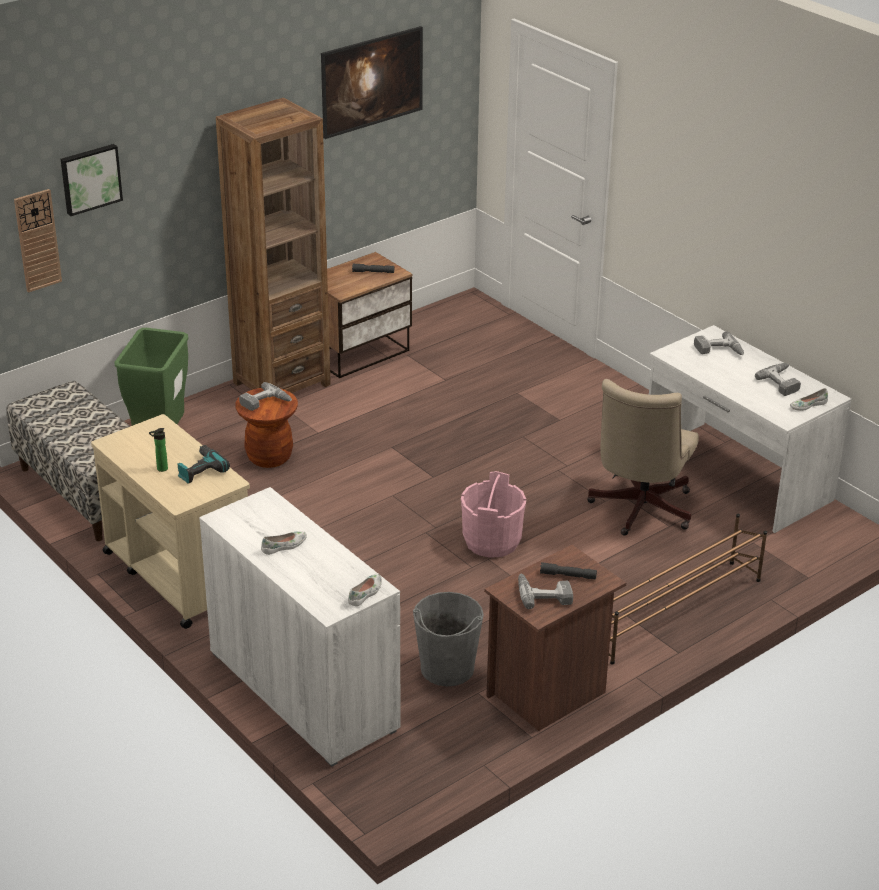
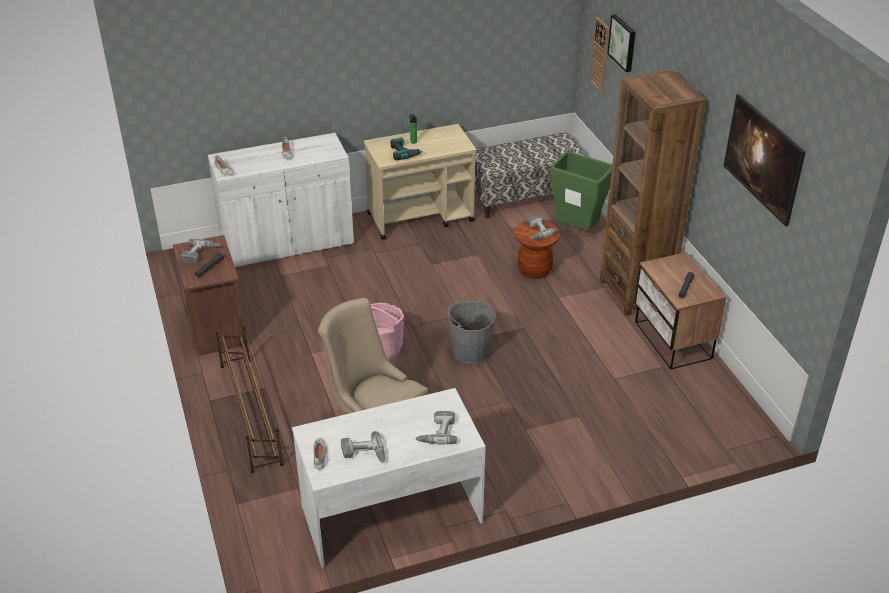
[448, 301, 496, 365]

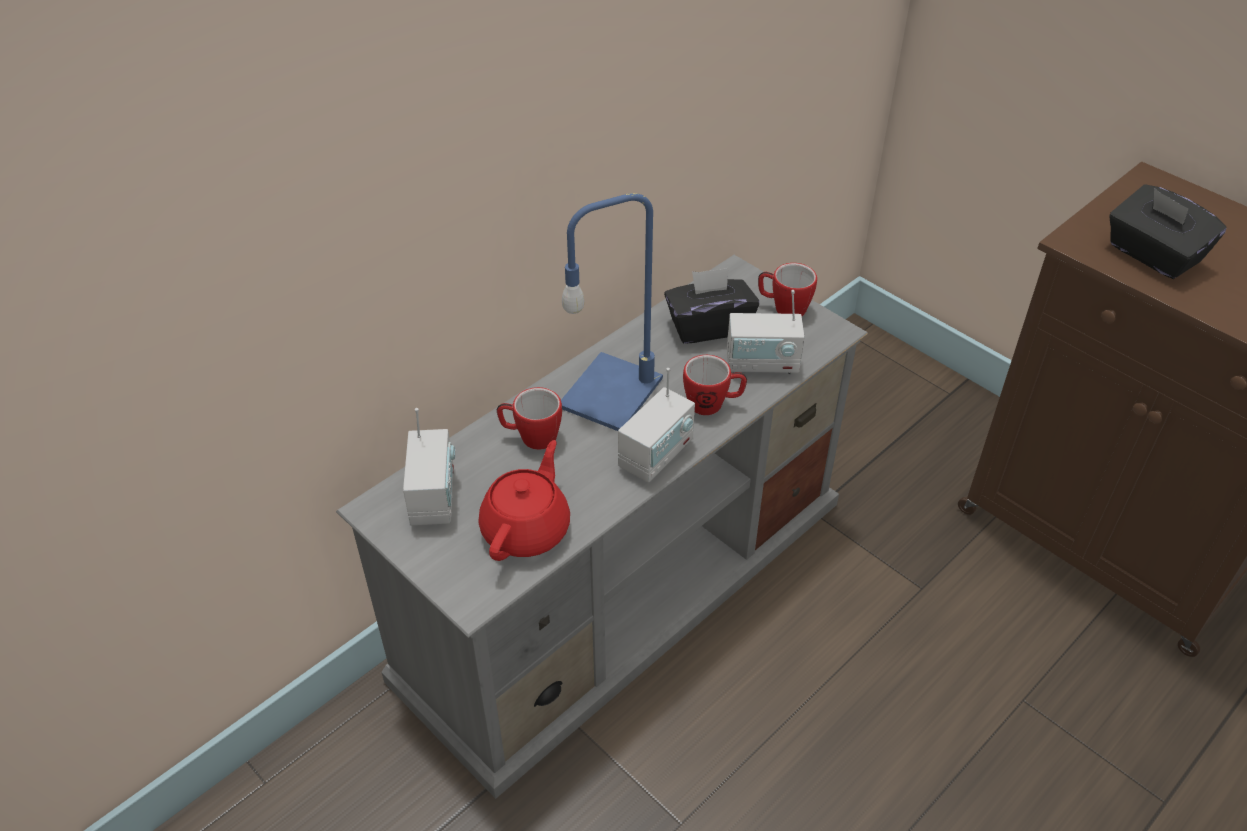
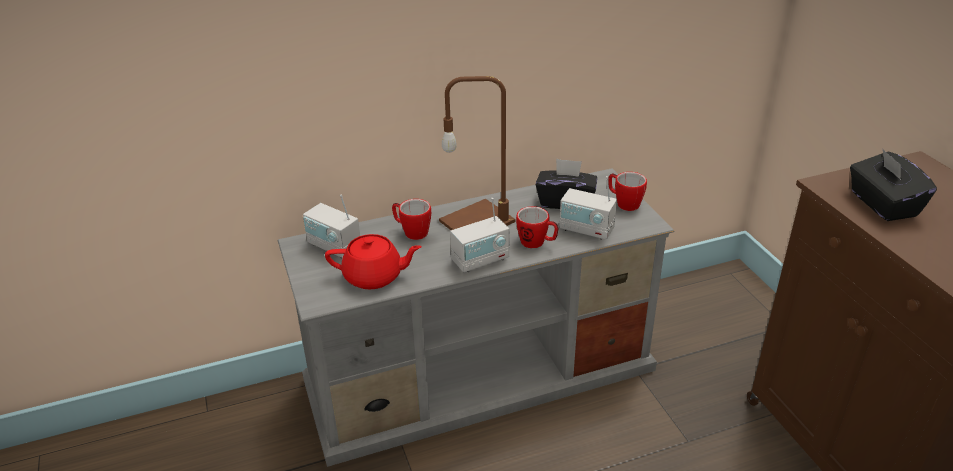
[303, 194, 360, 259]
[325, 234, 422, 289]
[439, 76, 515, 230]

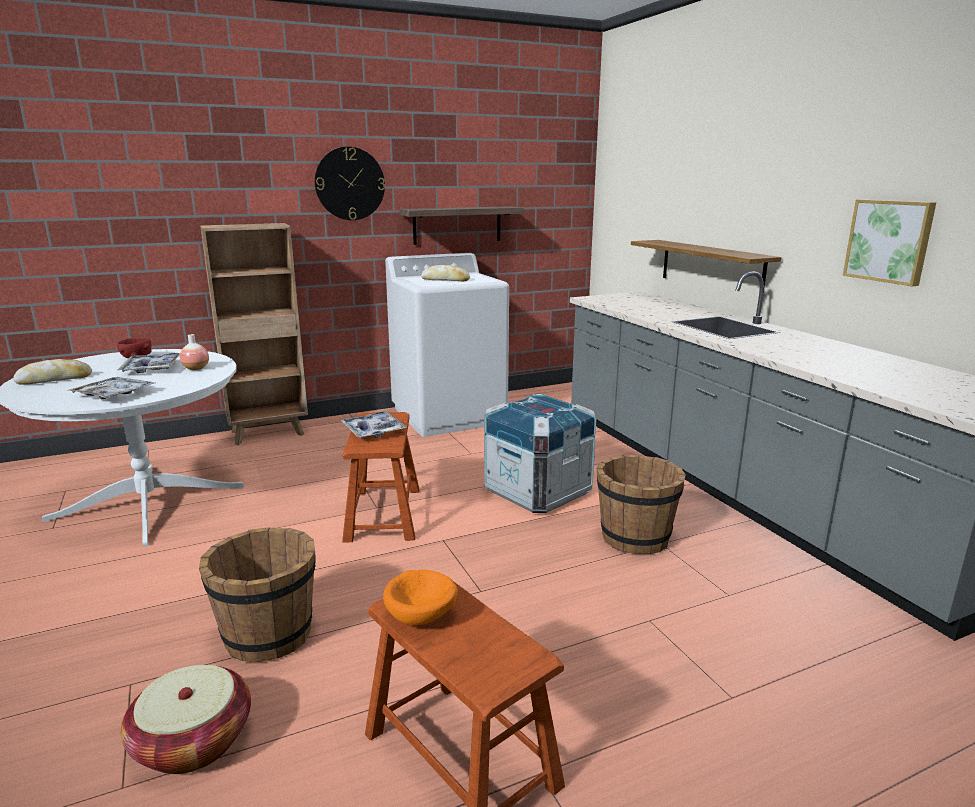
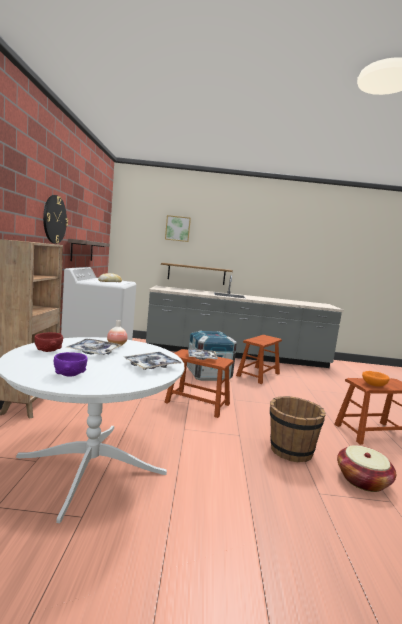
[54, 352, 88, 377]
[236, 335, 282, 384]
[165, 215, 191, 242]

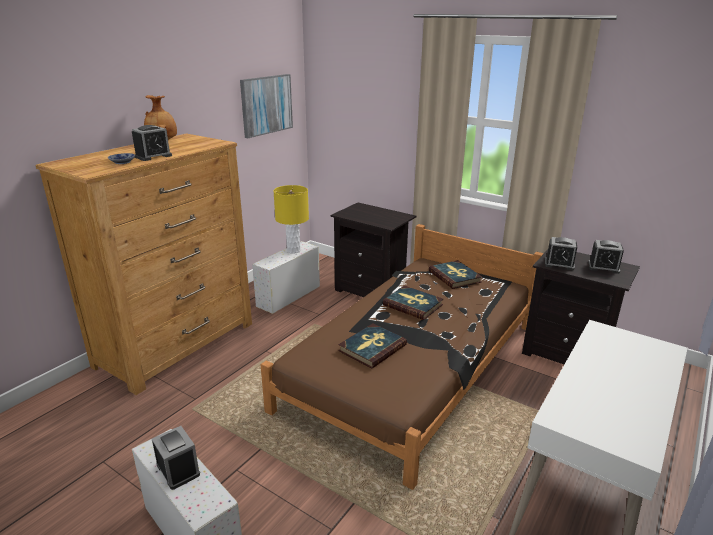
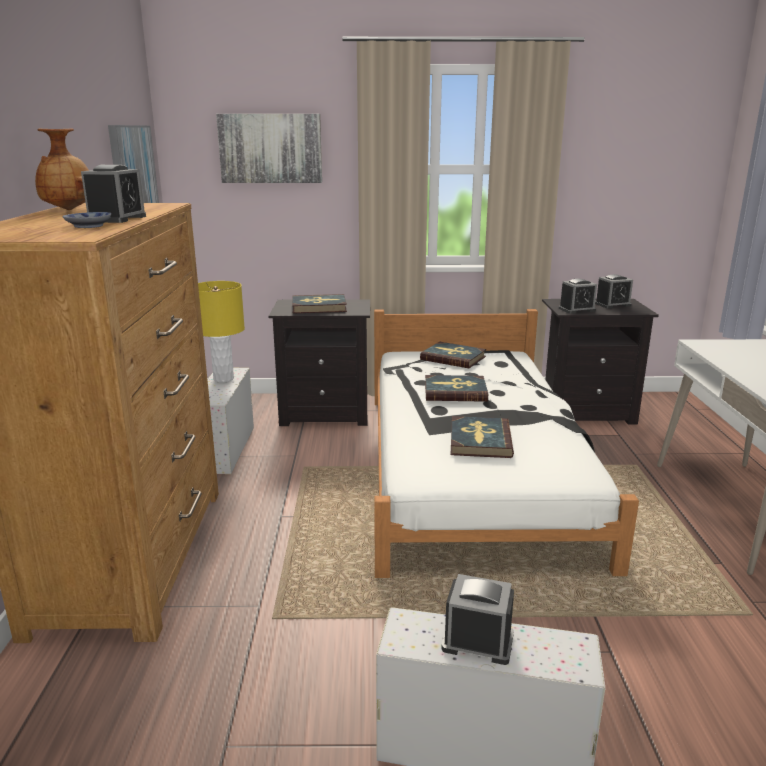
[374, 309, 639, 578]
[216, 114, 322, 183]
[292, 294, 347, 314]

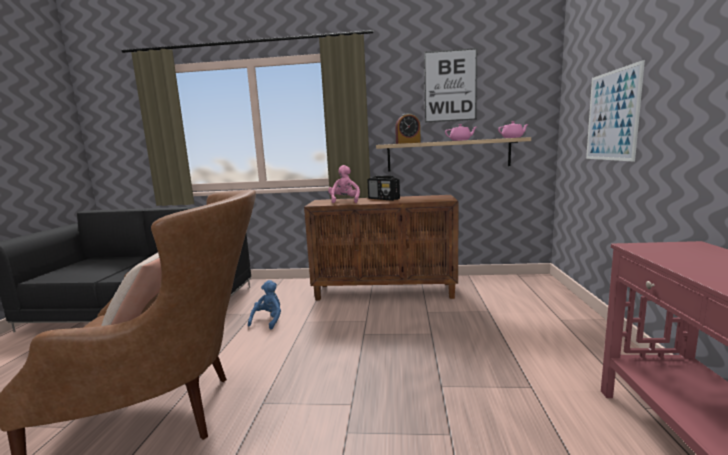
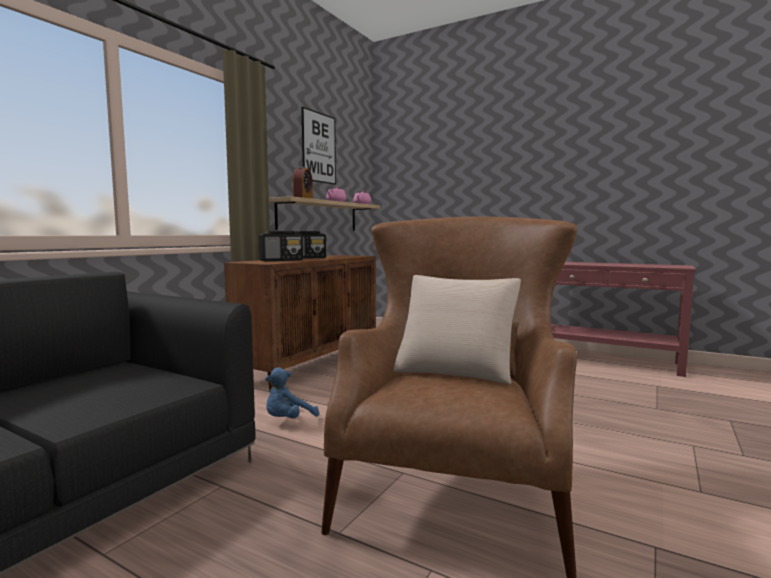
[265, 368, 319, 418]
[258, 231, 303, 261]
[586, 60, 645, 161] (first image)

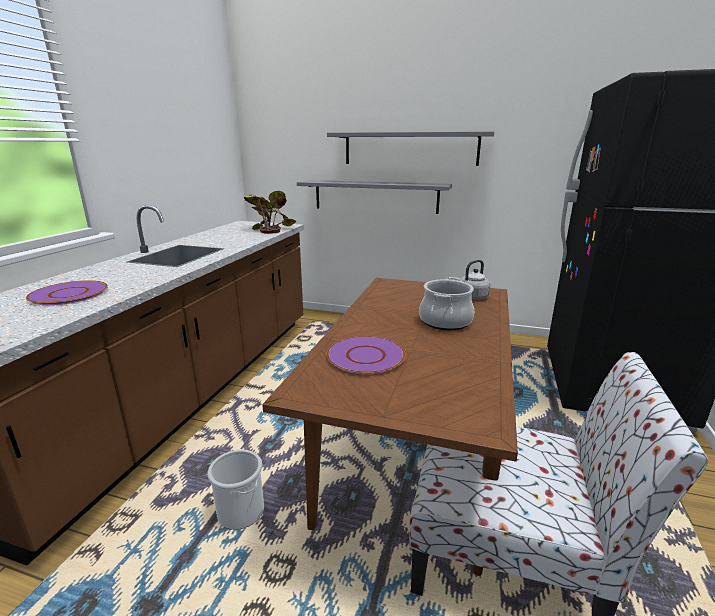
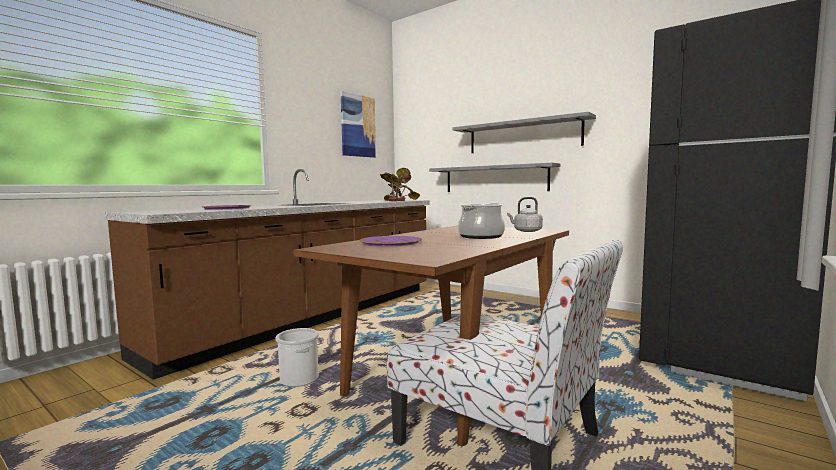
[340, 91, 376, 158]

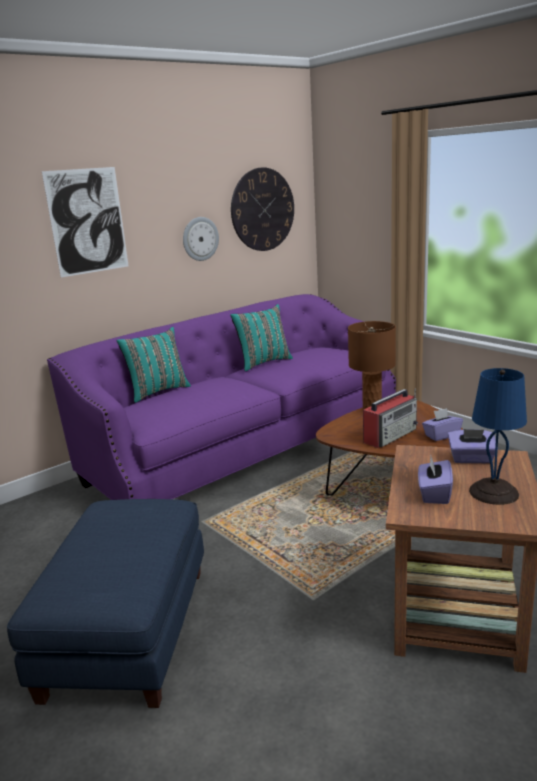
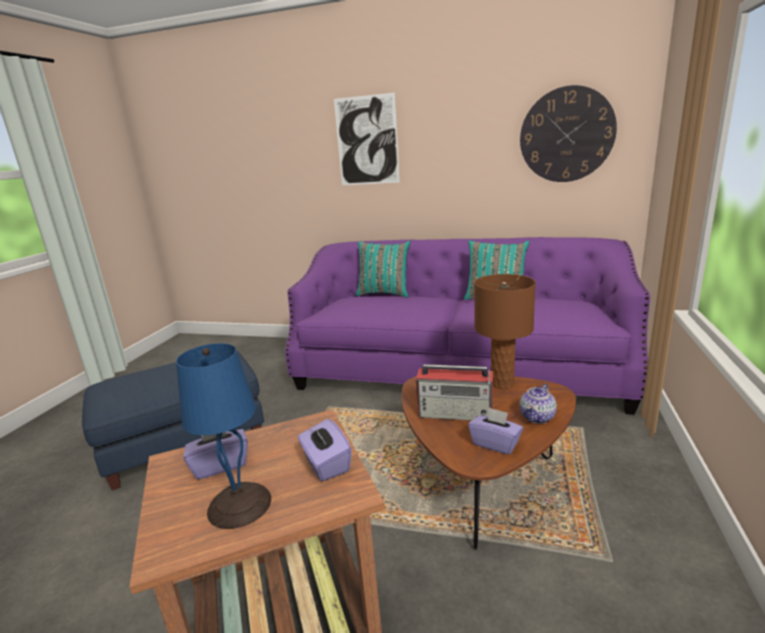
[183, 217, 219, 261] (first image)
[520, 384, 557, 424]

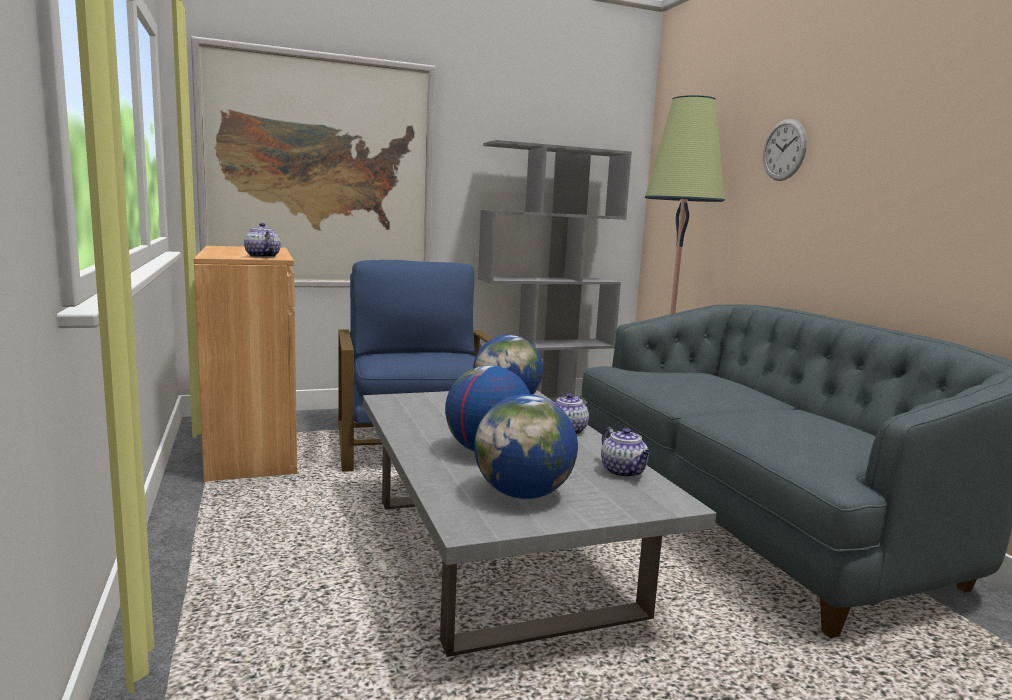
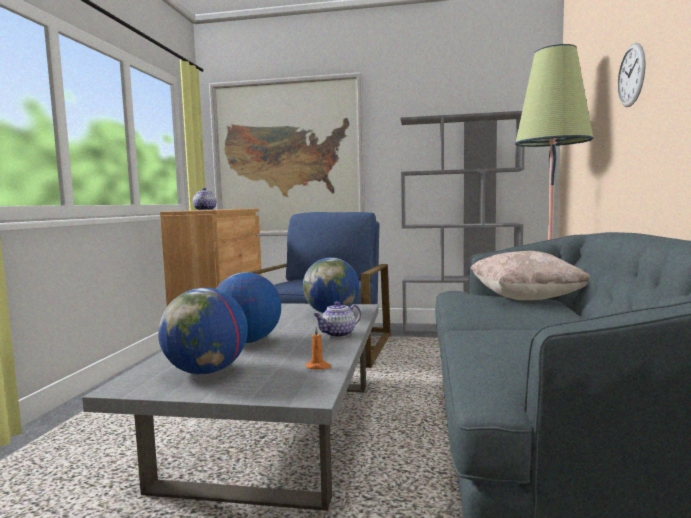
[306, 326, 331, 369]
[470, 251, 590, 300]

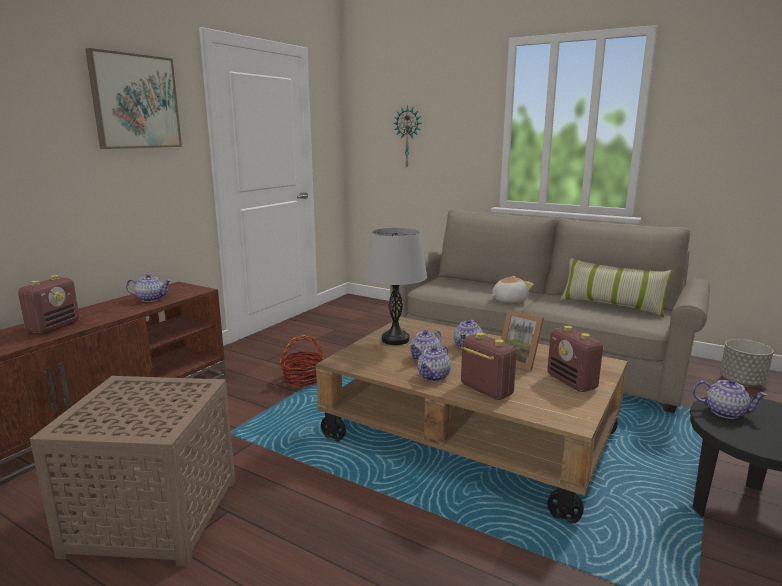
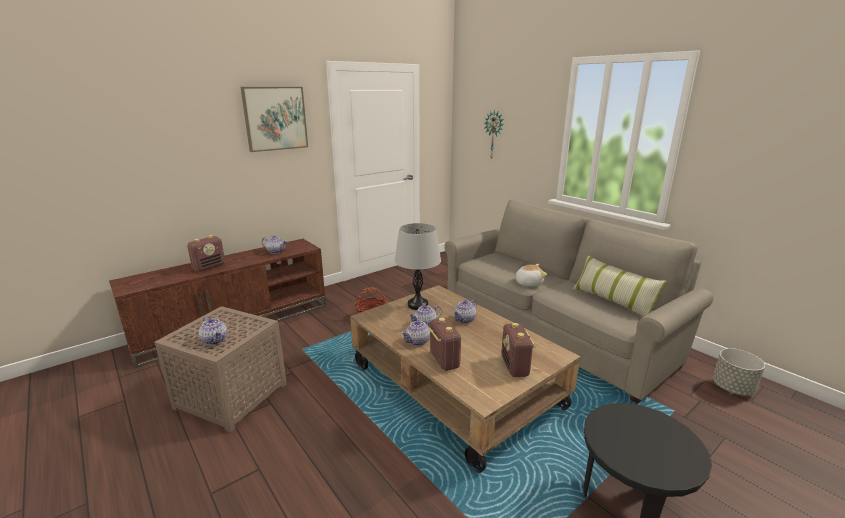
[501, 309, 544, 371] (first image)
[199, 317, 227, 345]

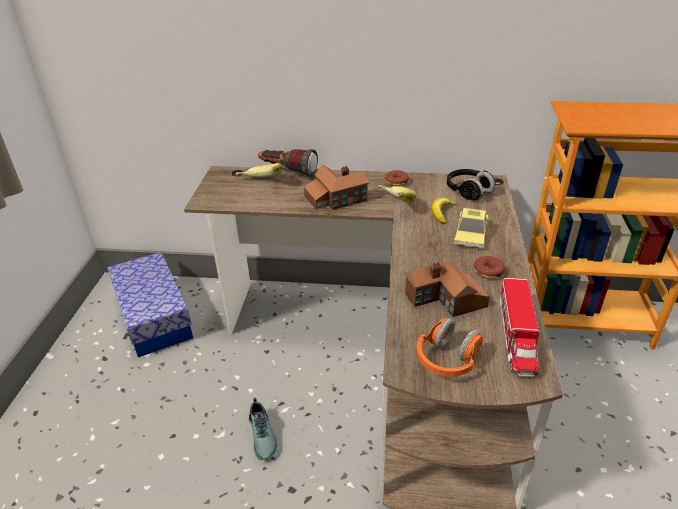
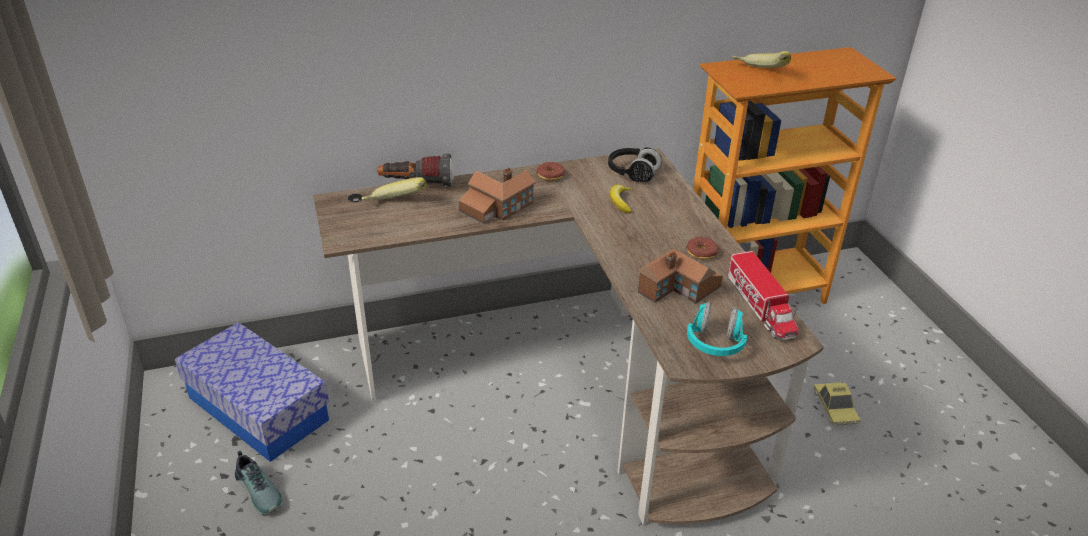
[235, 451, 283, 515]
[732, 51, 791, 68]
[687, 302, 747, 356]
[813, 382, 861, 426]

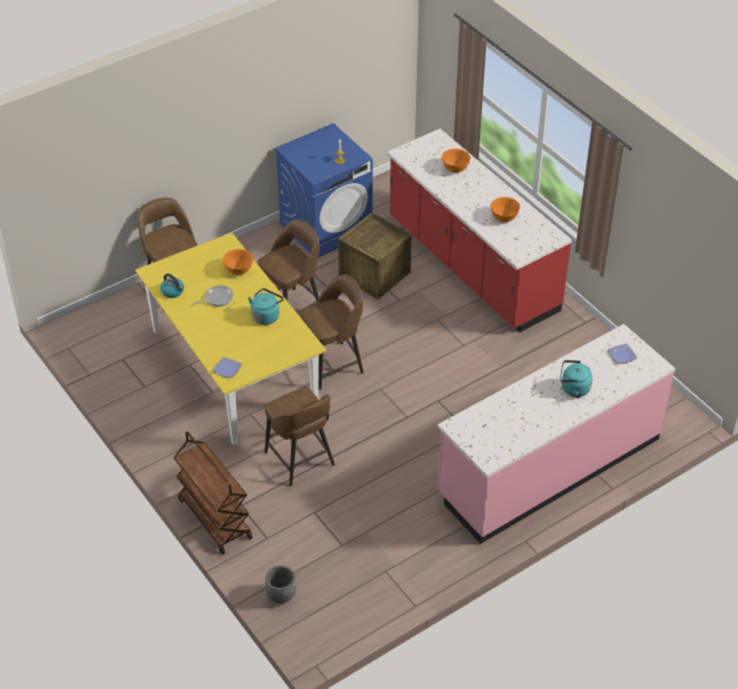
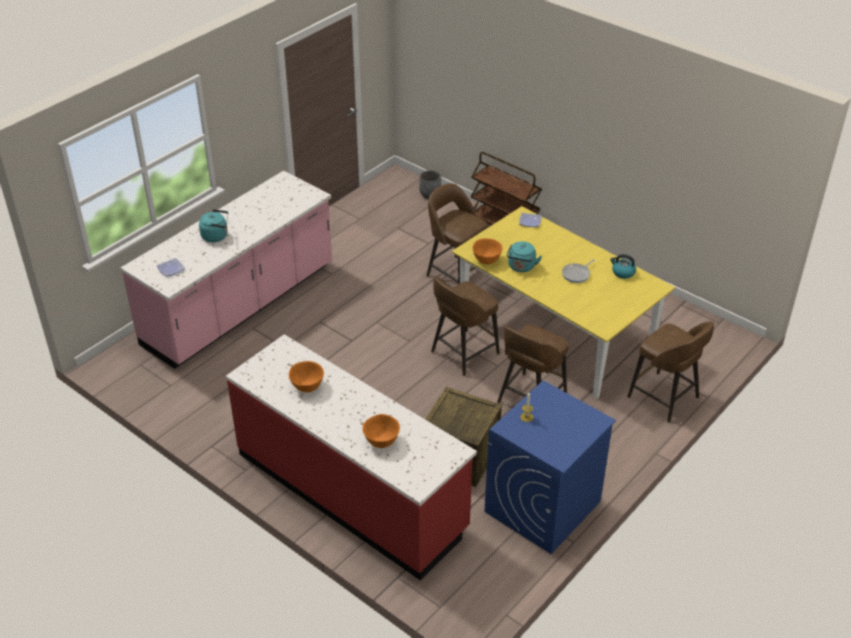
[472, 238, 503, 264]

